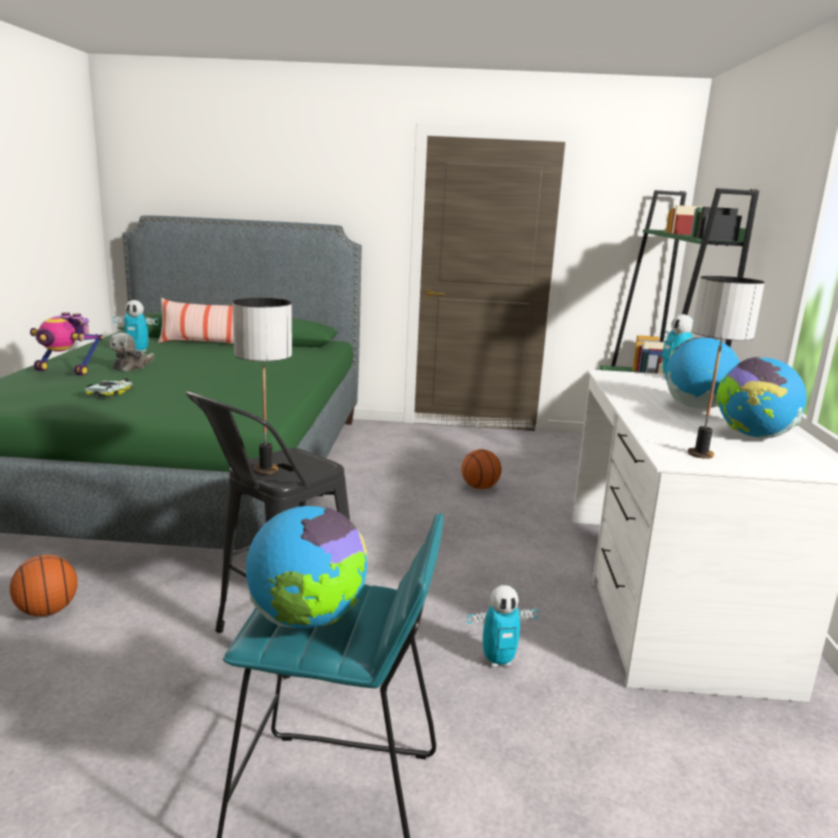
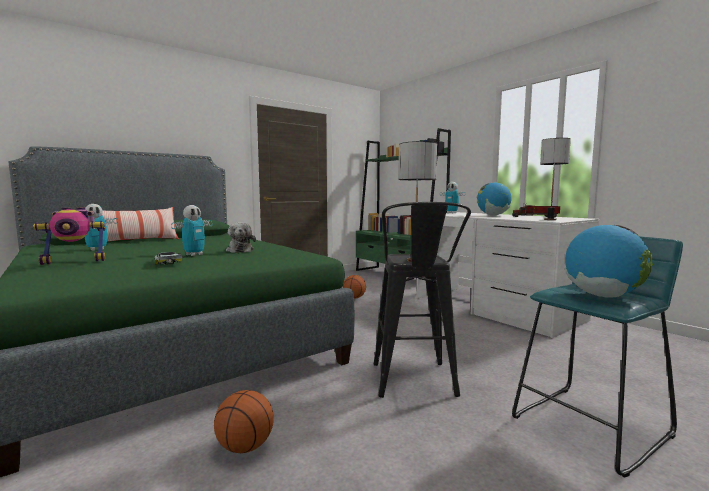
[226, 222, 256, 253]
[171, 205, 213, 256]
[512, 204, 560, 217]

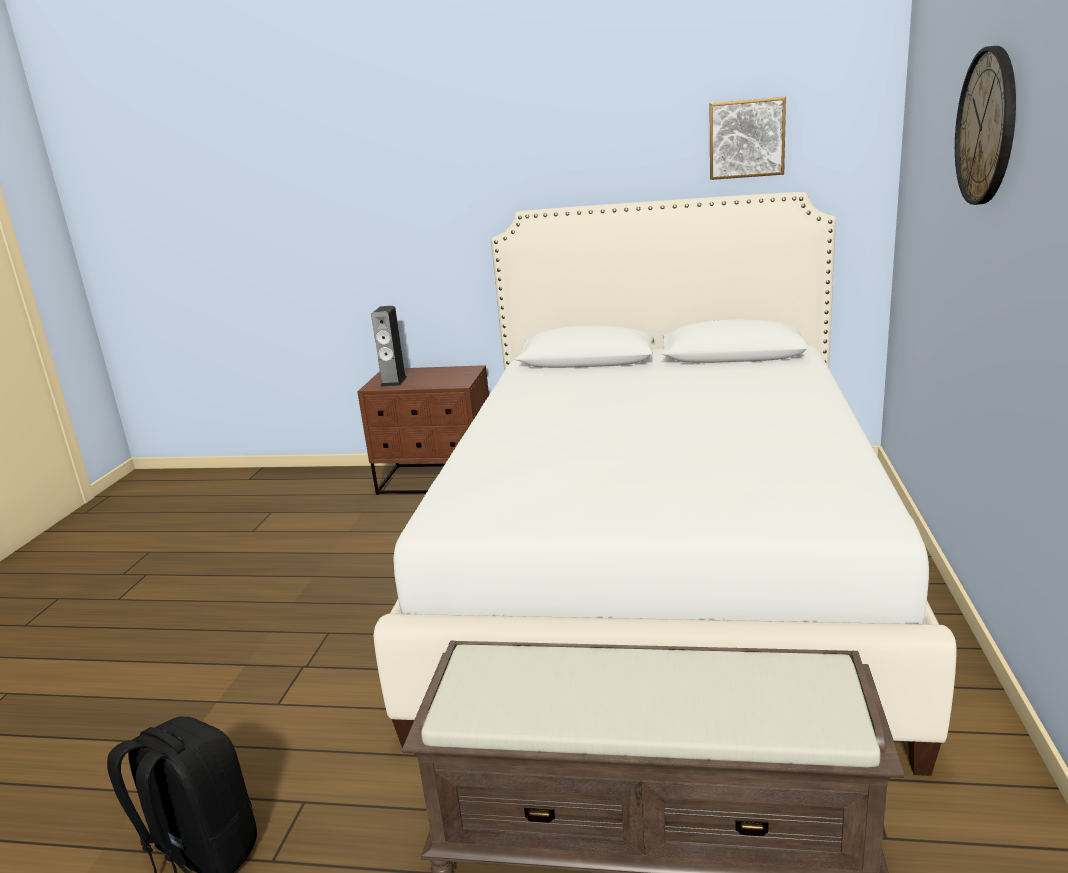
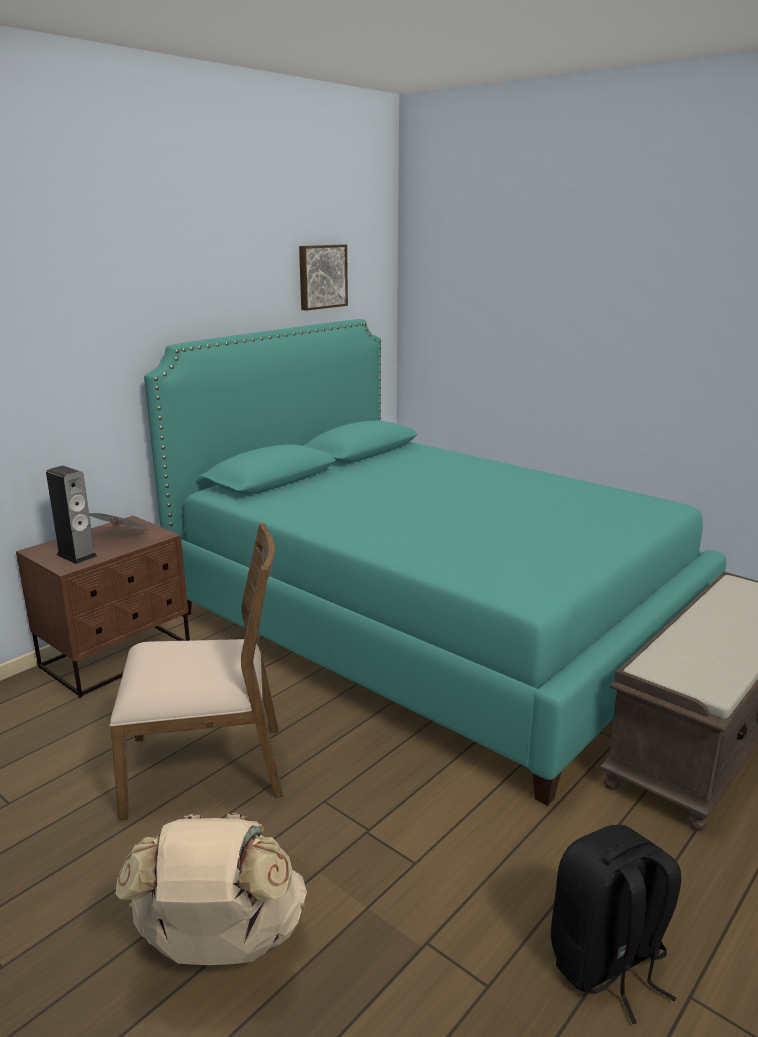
[144, 319, 726, 806]
[955, 46, 1016, 205] (first image)
[89, 513, 148, 527]
[110, 523, 283, 820]
[116, 813, 307, 965]

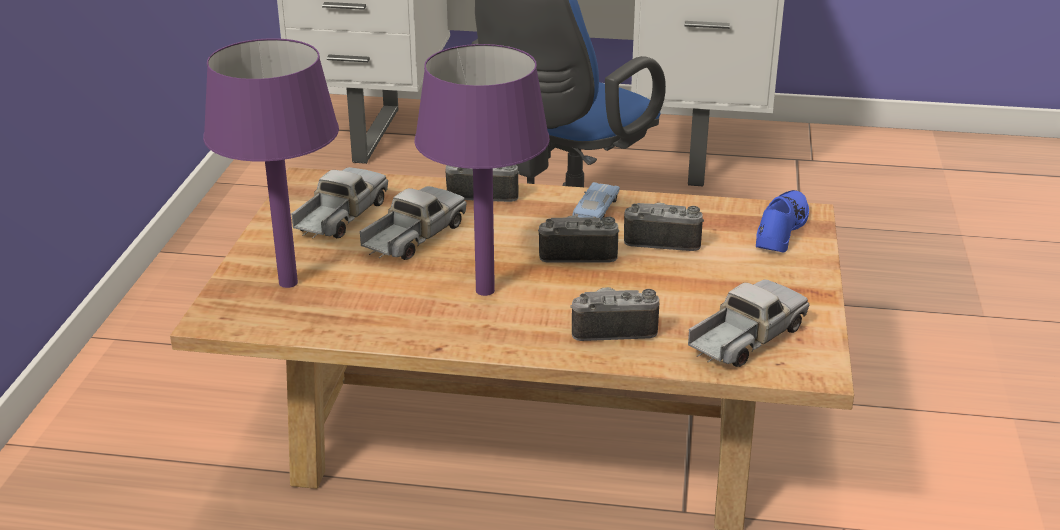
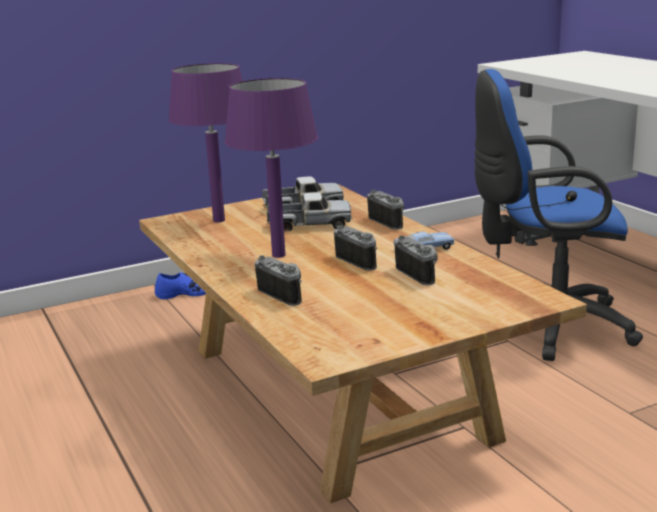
[688, 280, 809, 367] (first image)
[155, 272, 206, 299]

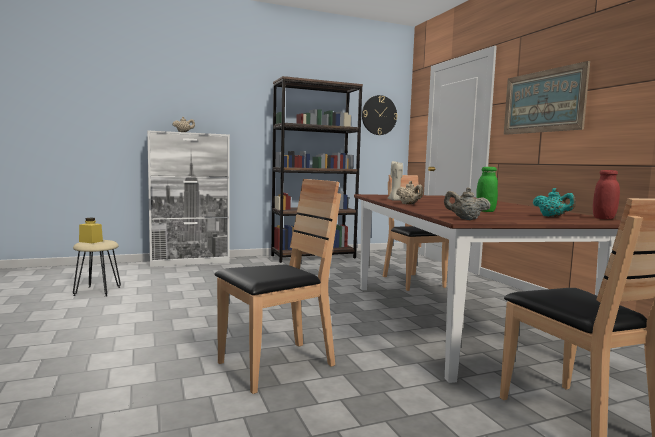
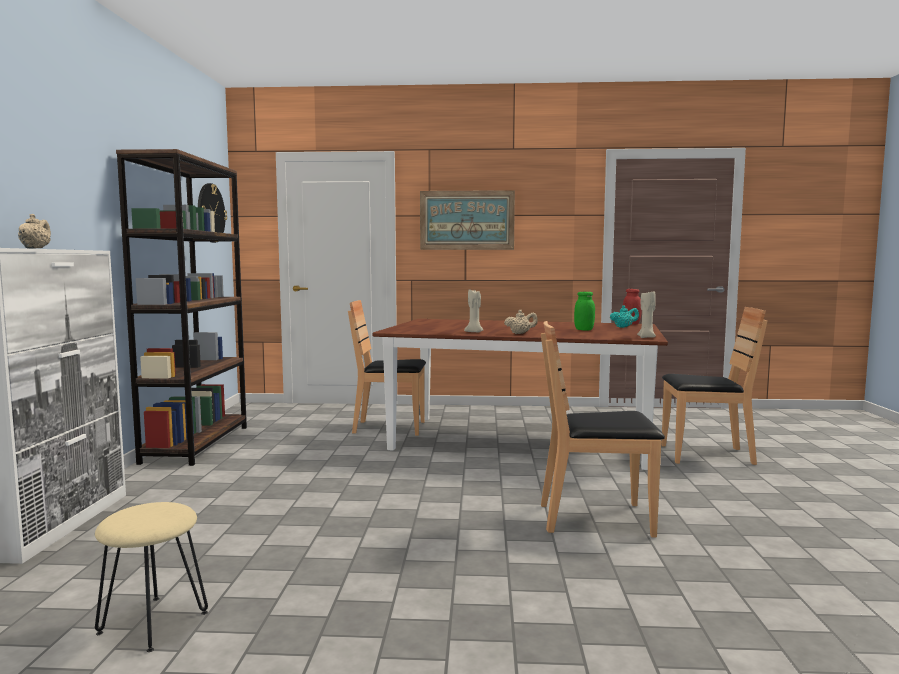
[79, 218, 103, 243] (first image)
[541, 321, 665, 538]
[637, 292, 656, 338]

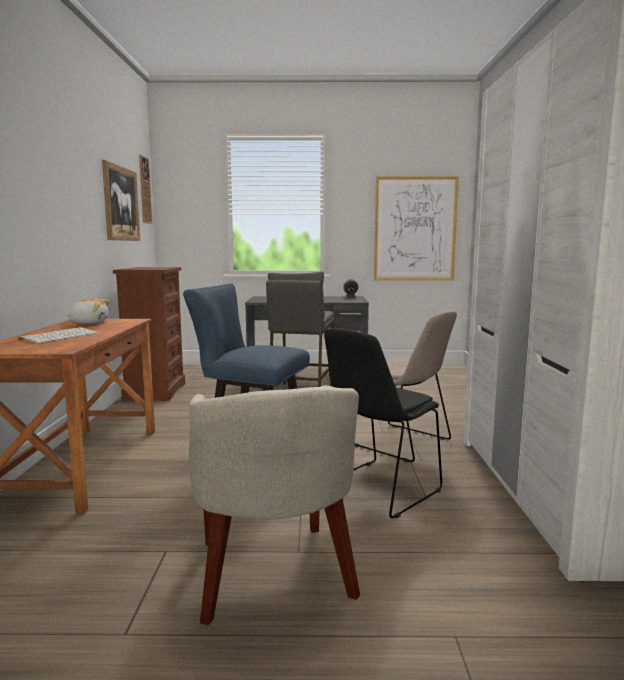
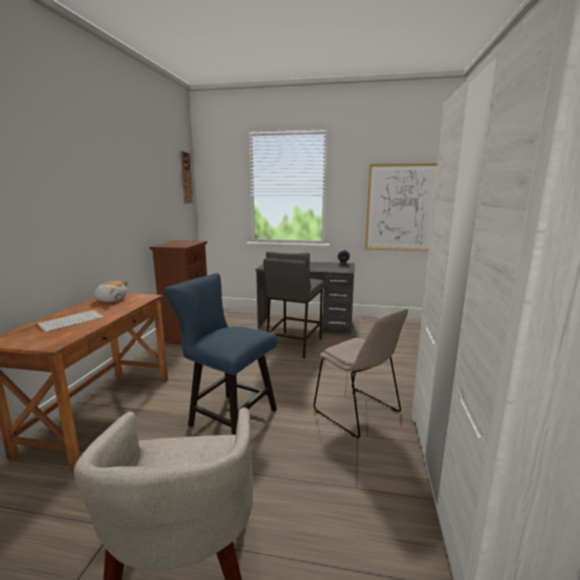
[102, 160, 140, 241] (first image)
[324, 328, 442, 518] (first image)

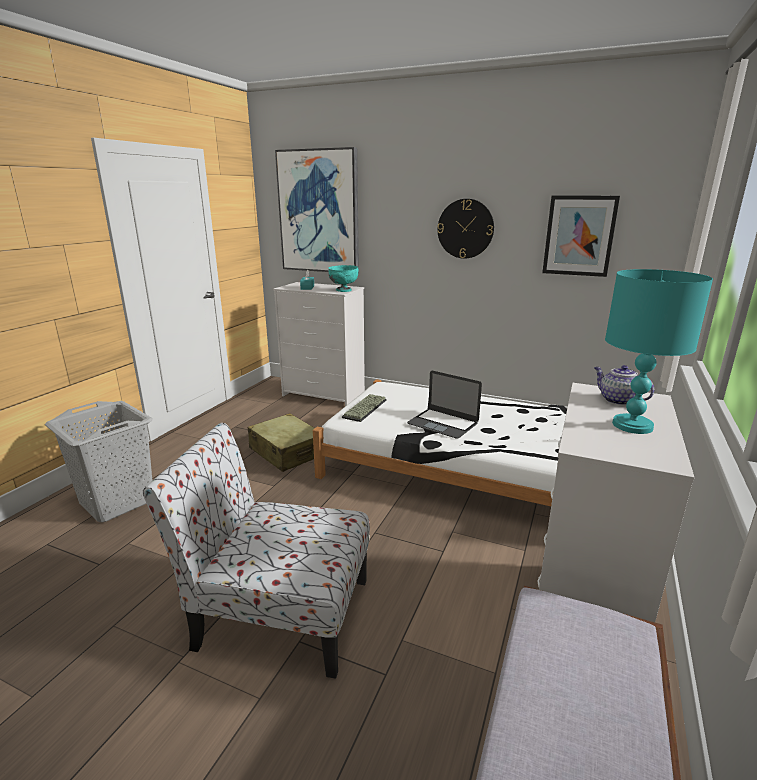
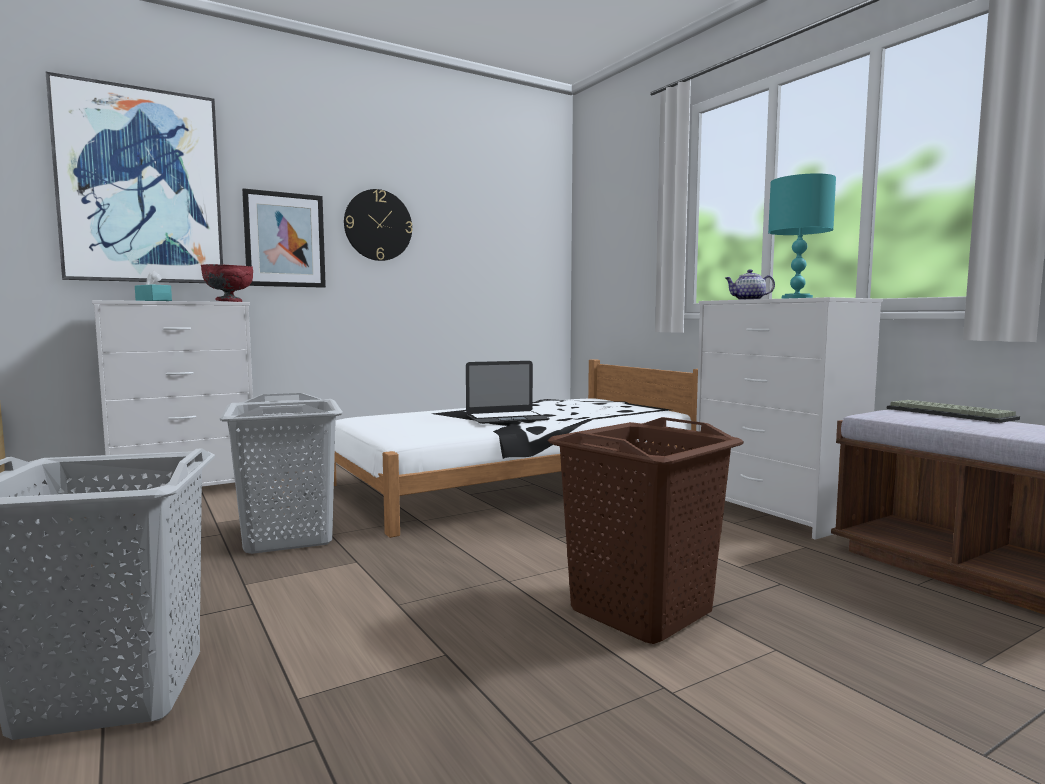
[548, 417, 744, 644]
[220, 393, 343, 554]
[201, 264, 253, 302]
[887, 400, 1020, 423]
[242, 188, 326, 288]

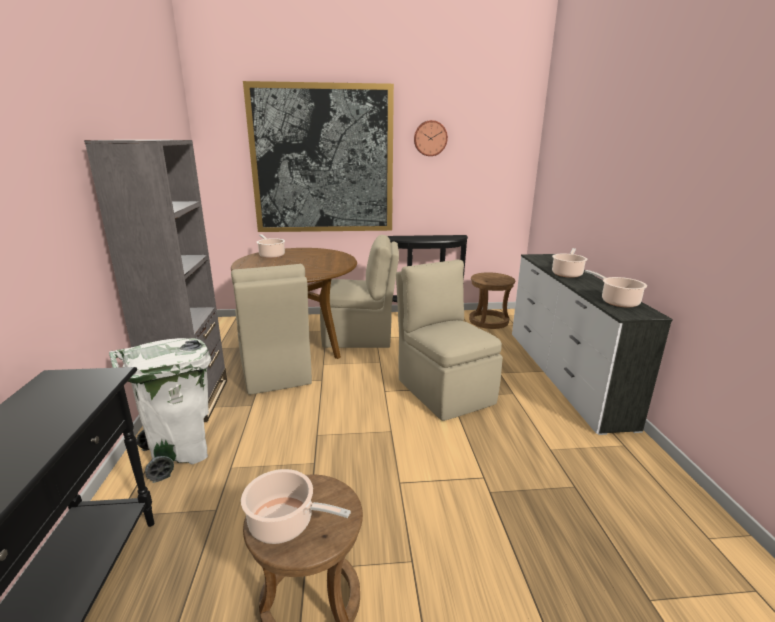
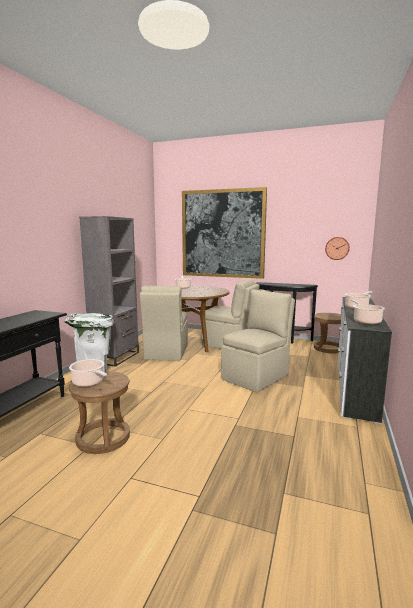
[221, 289, 295, 392]
[325, 237, 350, 260]

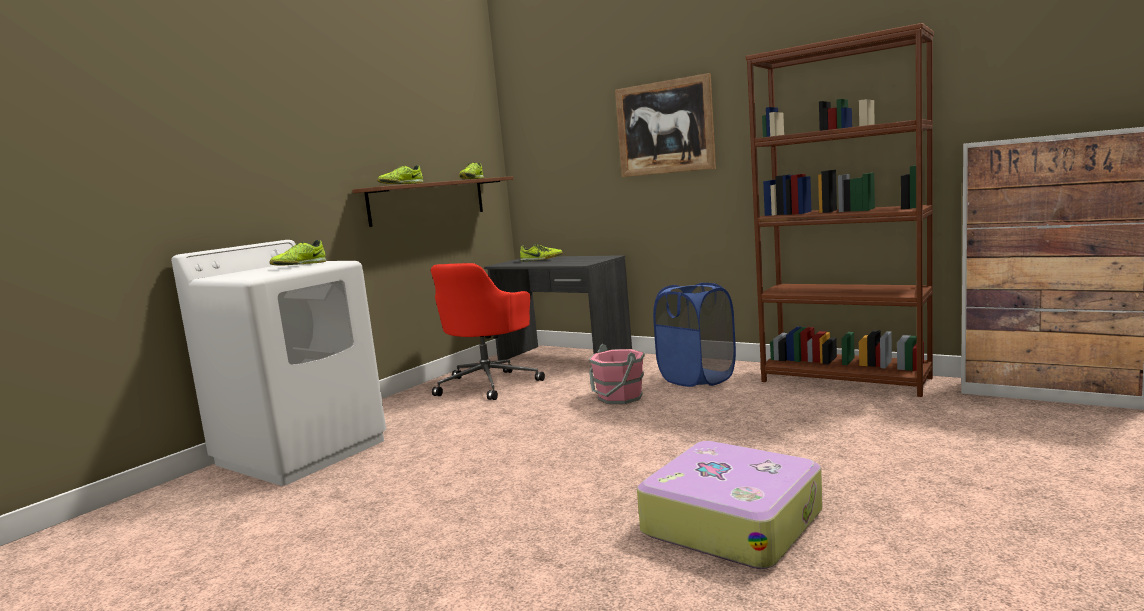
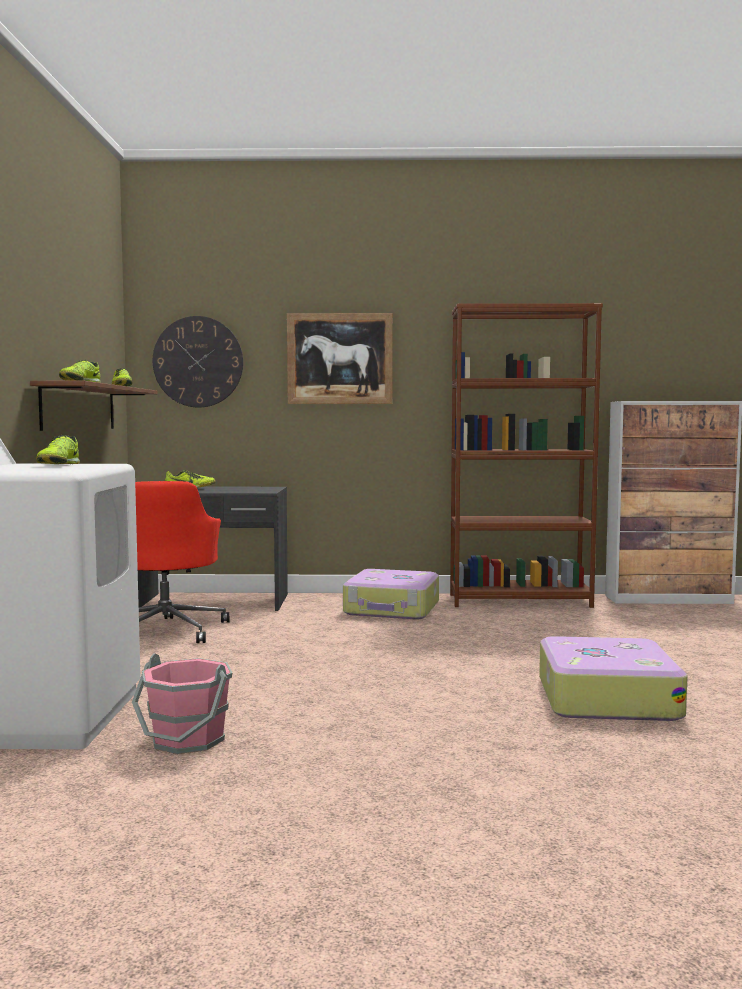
[132, 653, 232, 754]
[343, 569, 439, 619]
[153, 316, 243, 408]

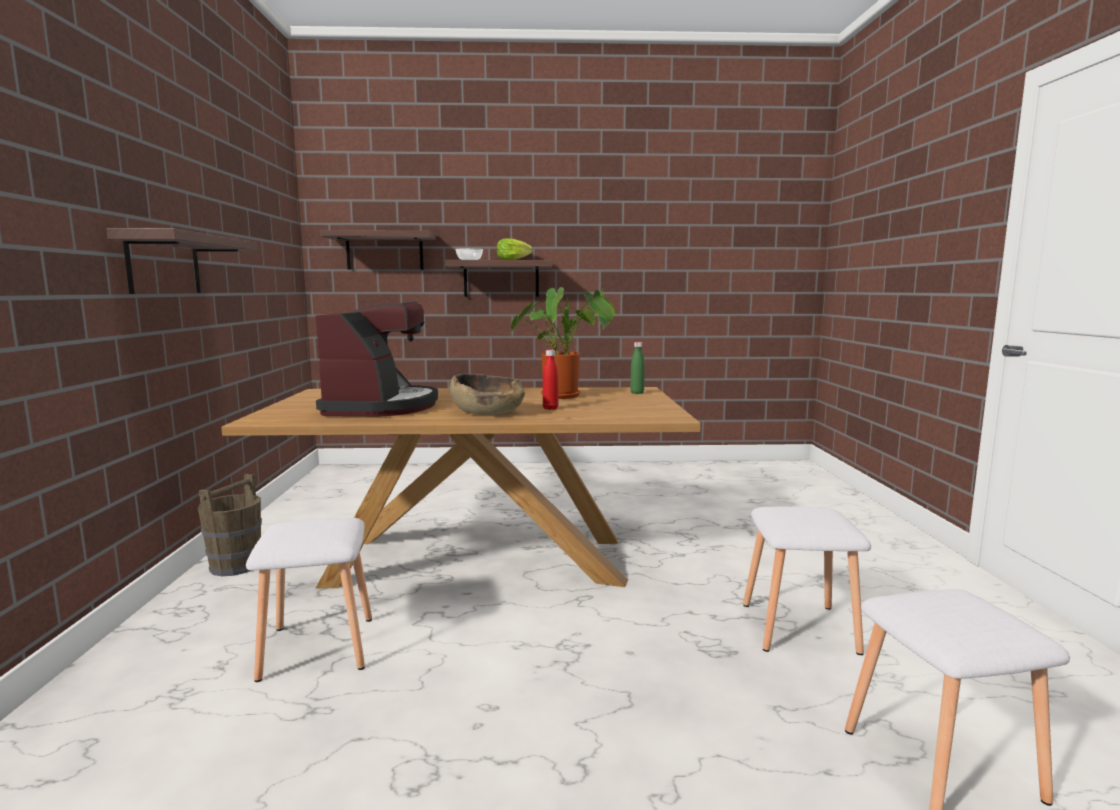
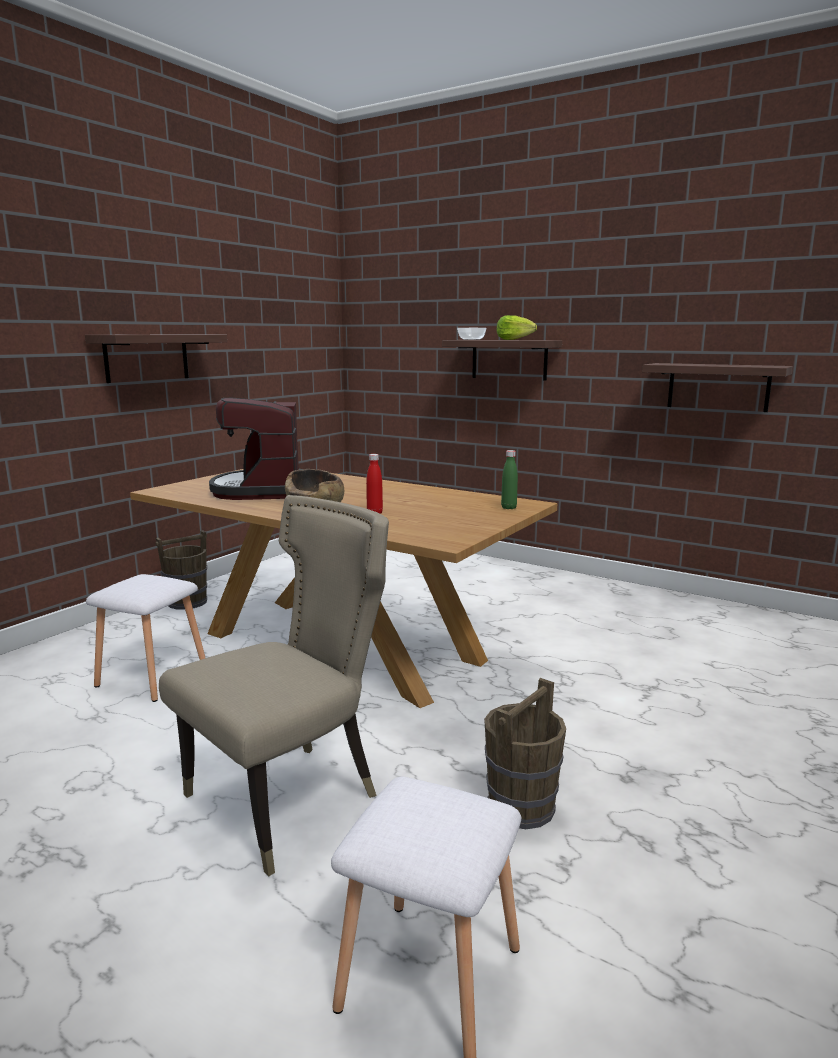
[209, 398, 303, 500]
[642, 363, 793, 412]
[511, 287, 615, 399] (first image)
[484, 678, 566, 829]
[159, 495, 389, 876]

